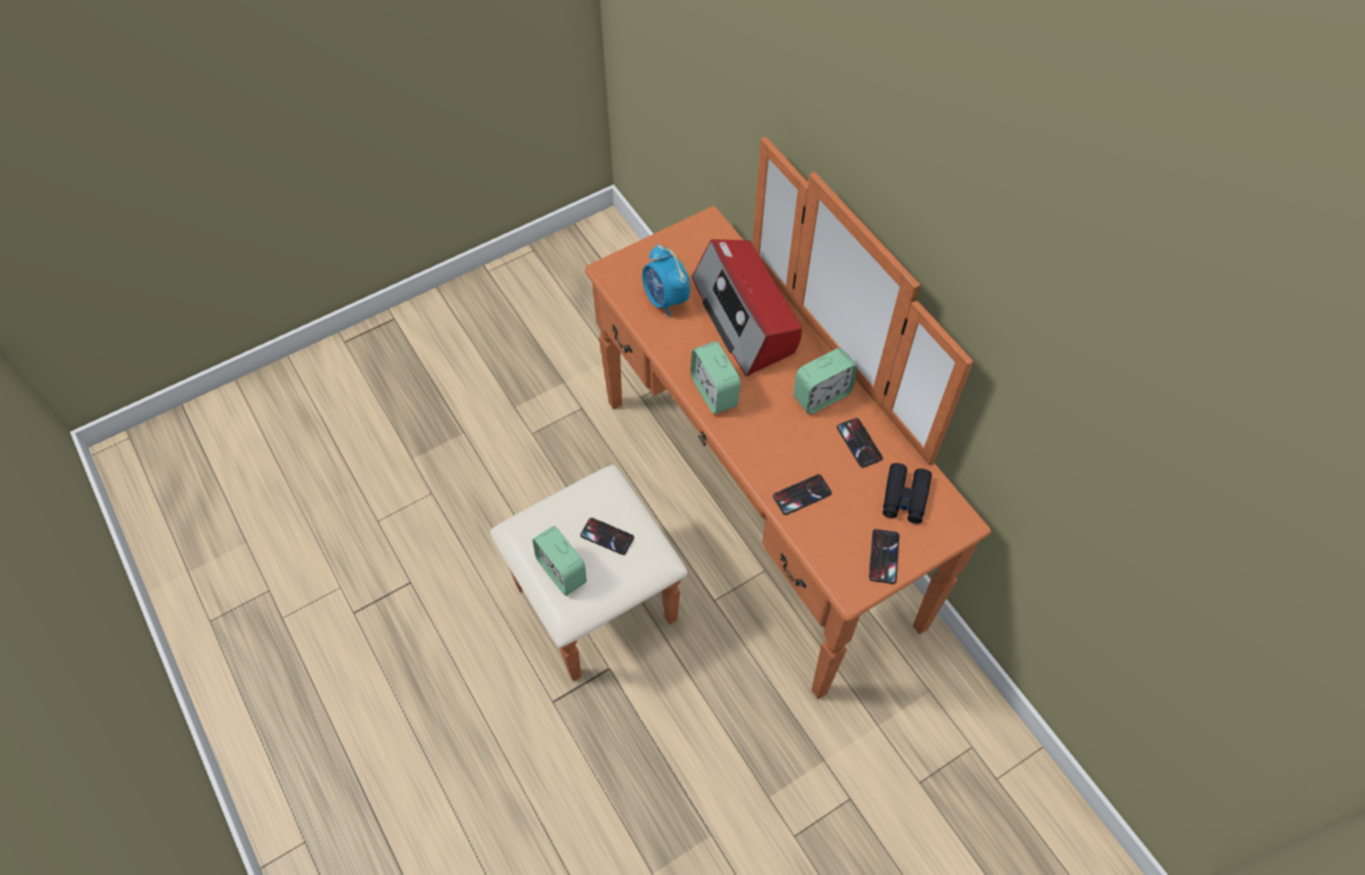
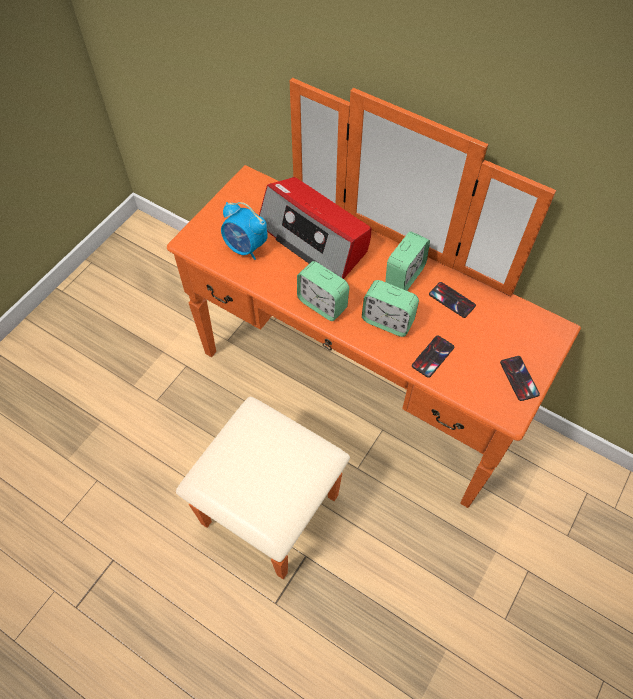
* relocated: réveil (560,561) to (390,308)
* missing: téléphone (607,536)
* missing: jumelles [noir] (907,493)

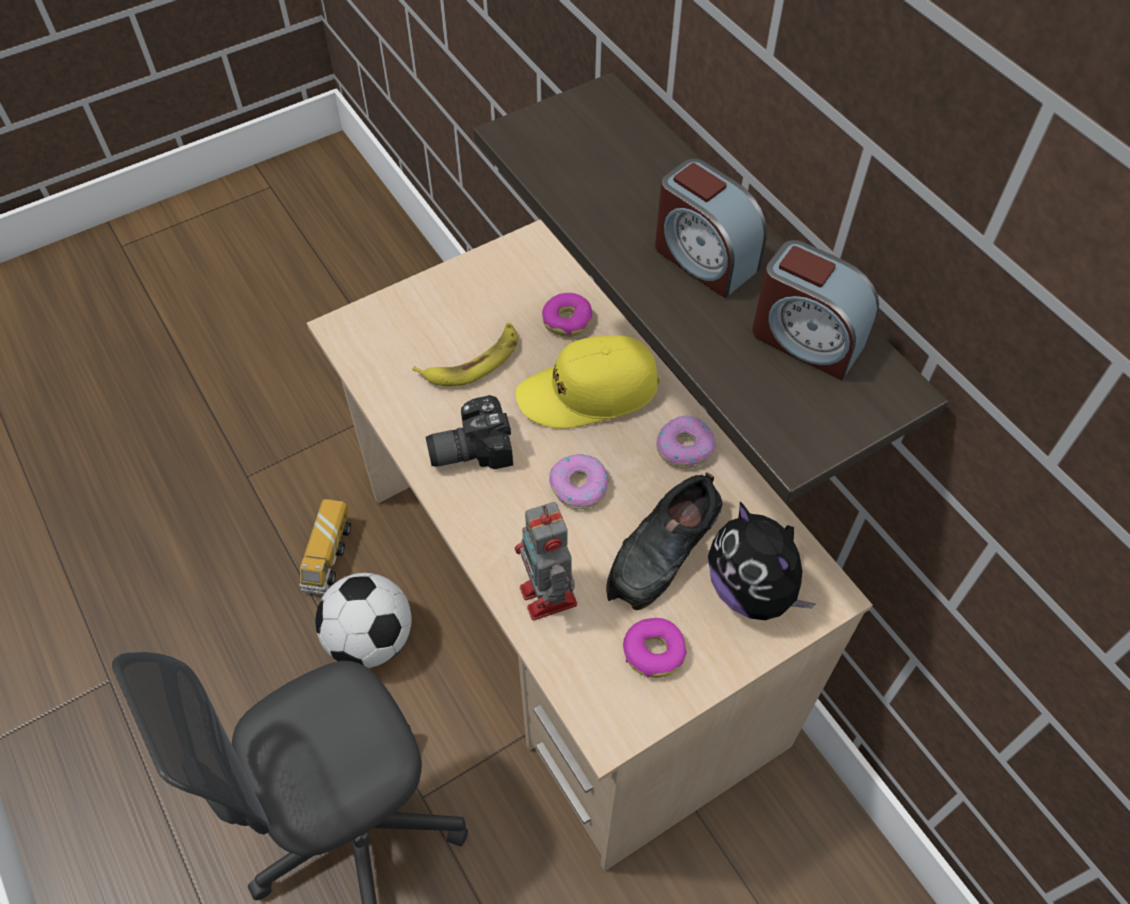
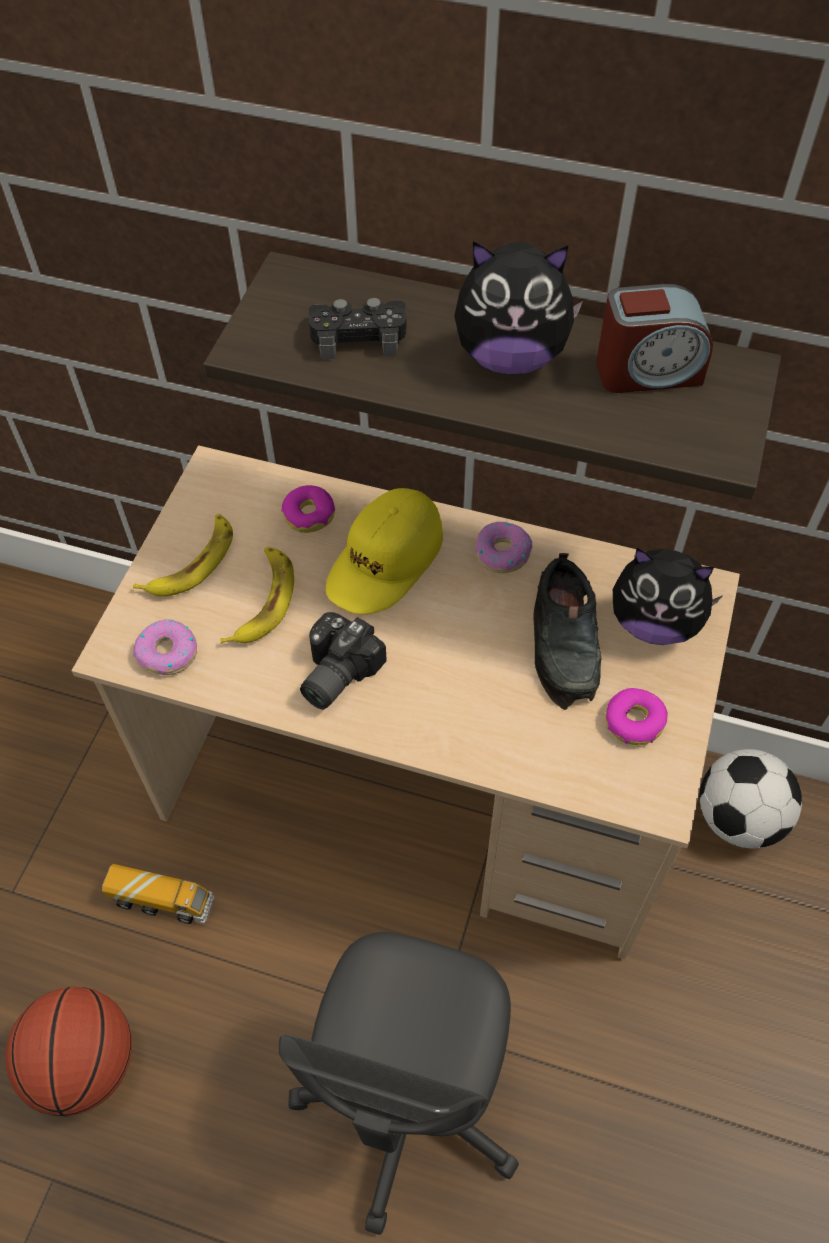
* spun: camion jouet (325,547) = (158,894) 45 degrees counterclockwise
* relocated: ballon de foot (363,620) to (751,798)
* missing: robot jouet (546,561)
* relocated: beignet (579,481) to (165,647)
* exchanged: réveil (711,228) to peluche (518,307)
* appeared: ballon de basket (68,1051)
* appeared: banane (183,555)
* appeared: manette [noir] (358,328)

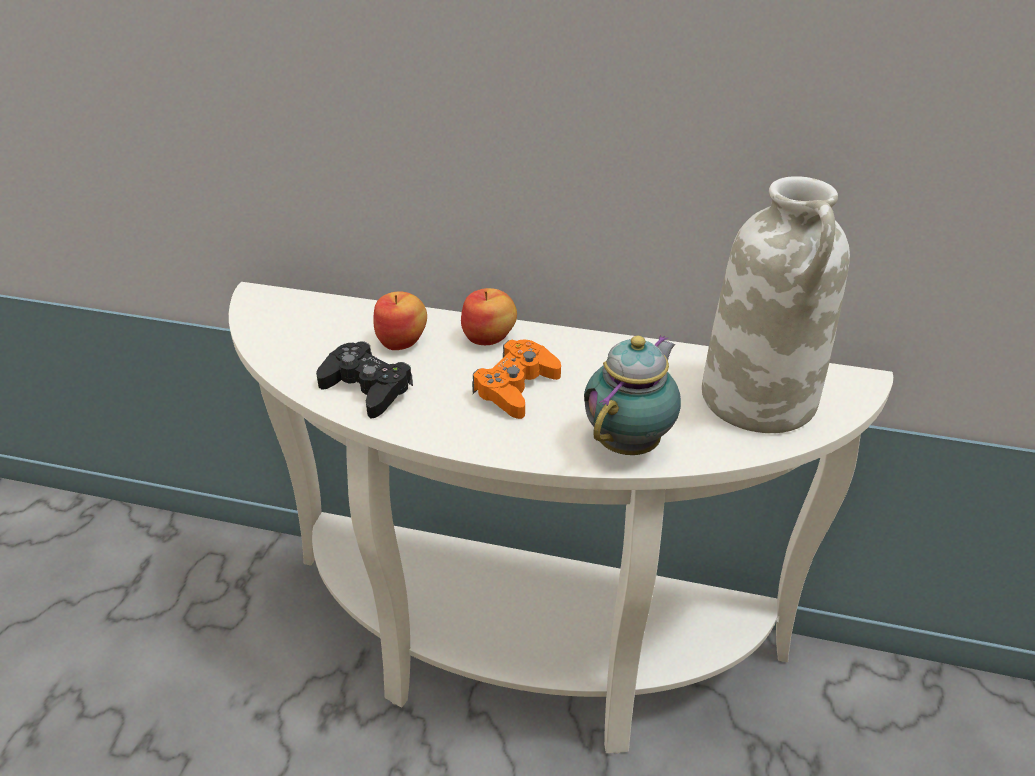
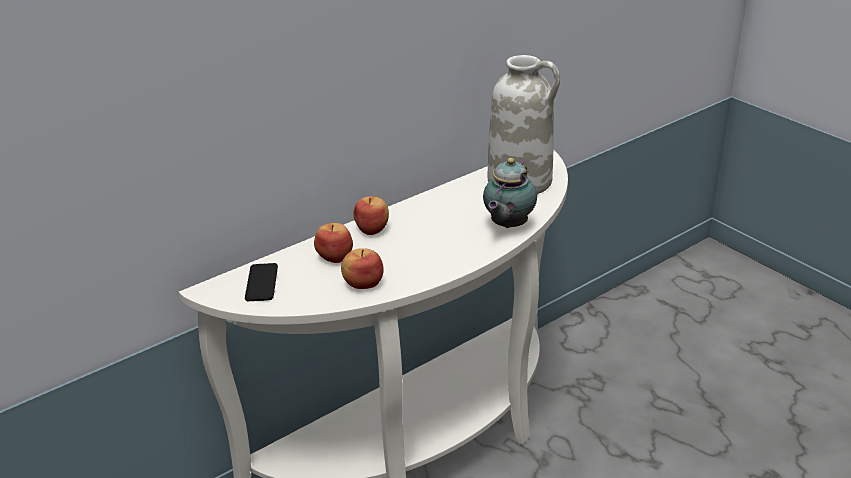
* exchanged: manette [noir] (364,379) to pomme (362,268)
* missing: manette [orange] (516,379)
* spun: théière (632,395) = (510,193) 135 degrees counterclockwise
* appeared: téléphone (261,282)

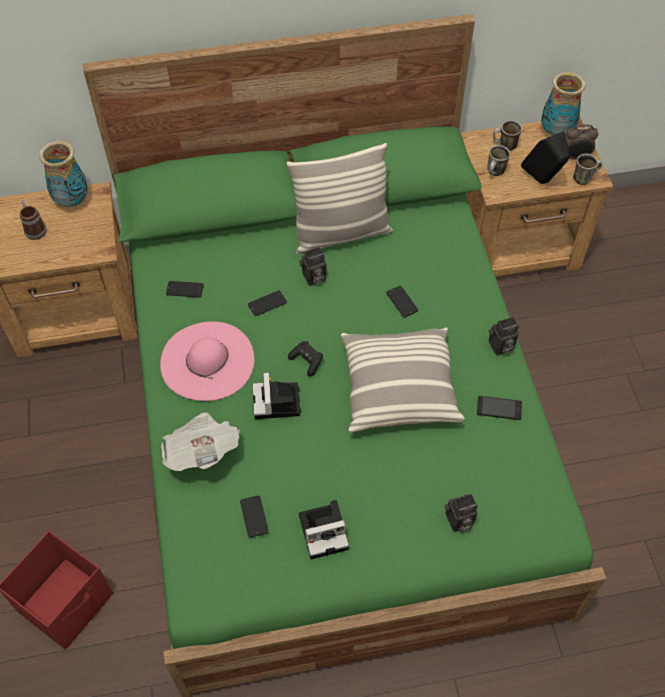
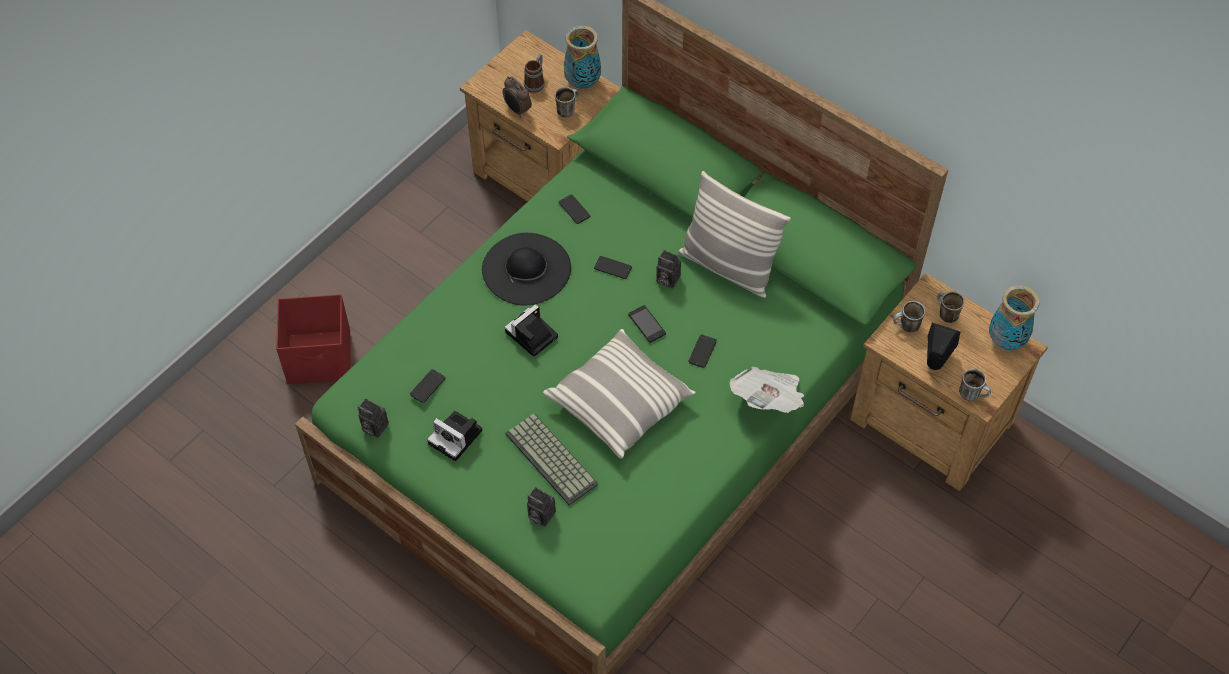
* colour: chapeau [rose] (207,361) to chapeau [noir] (526,269)
* relocated: journal (200,441) to (767,390)
* missing: manette [noir] (305,358)
* relocated: téléphone (499,408) to (647,324)
* relocated: appareil photo (504,336) to (373,418)
* relocated: réveil (582,141) to (517,97)
* appeared: clavier (551,459)
* appeared: mug (567,102)

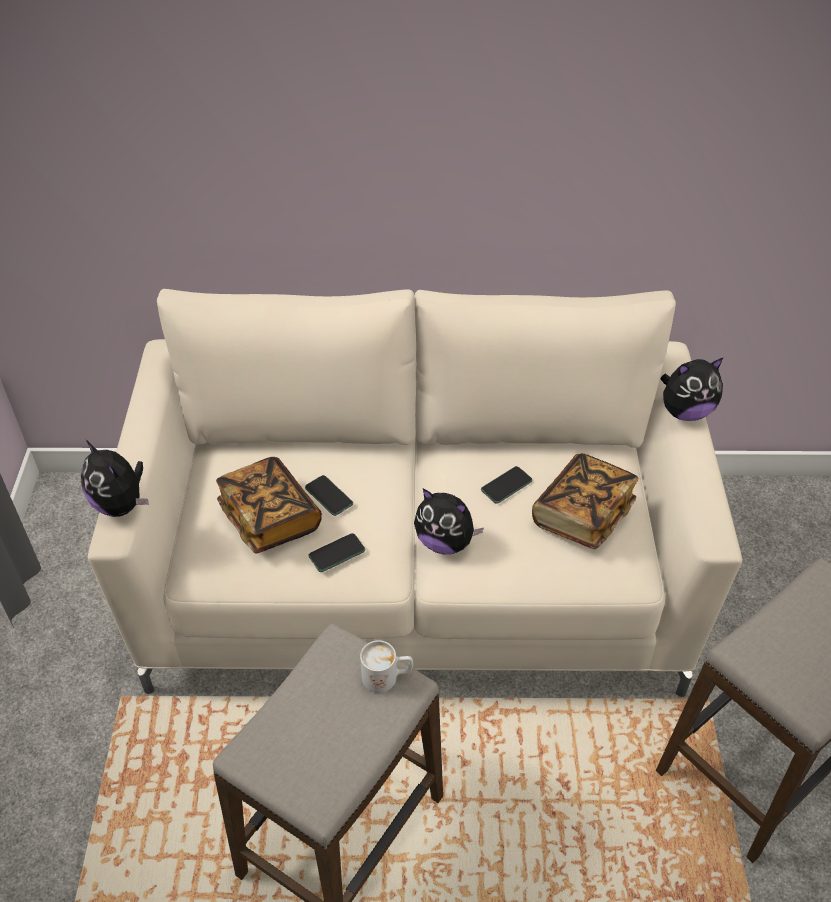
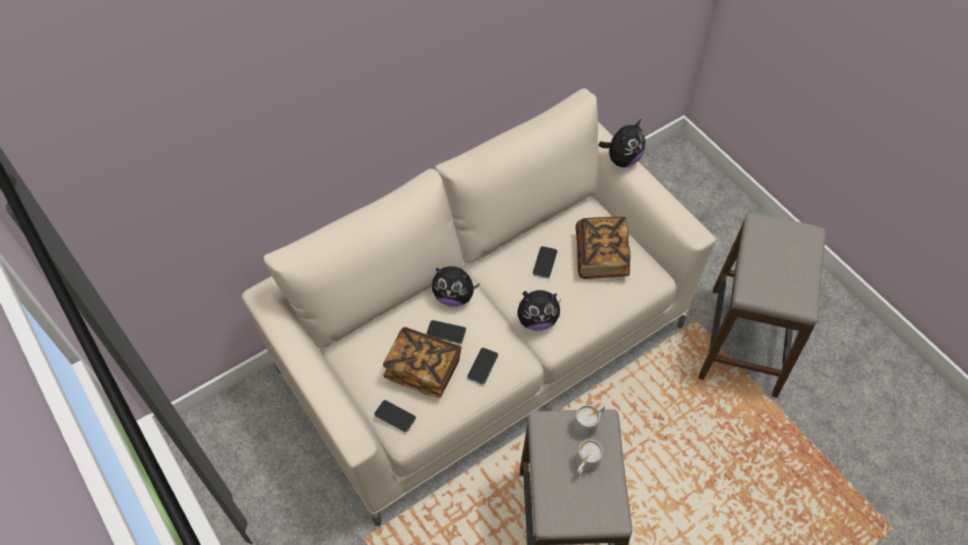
* relocated: peluche (115,478) to (456,286)
* appeared: téléphone (395,416)
* appeared: mug [blanc] (589,458)

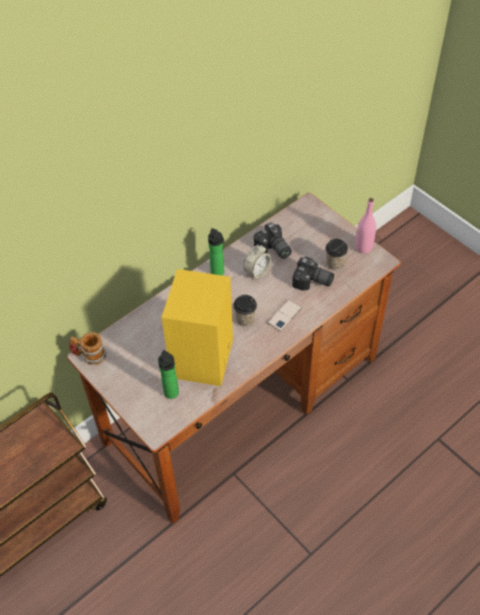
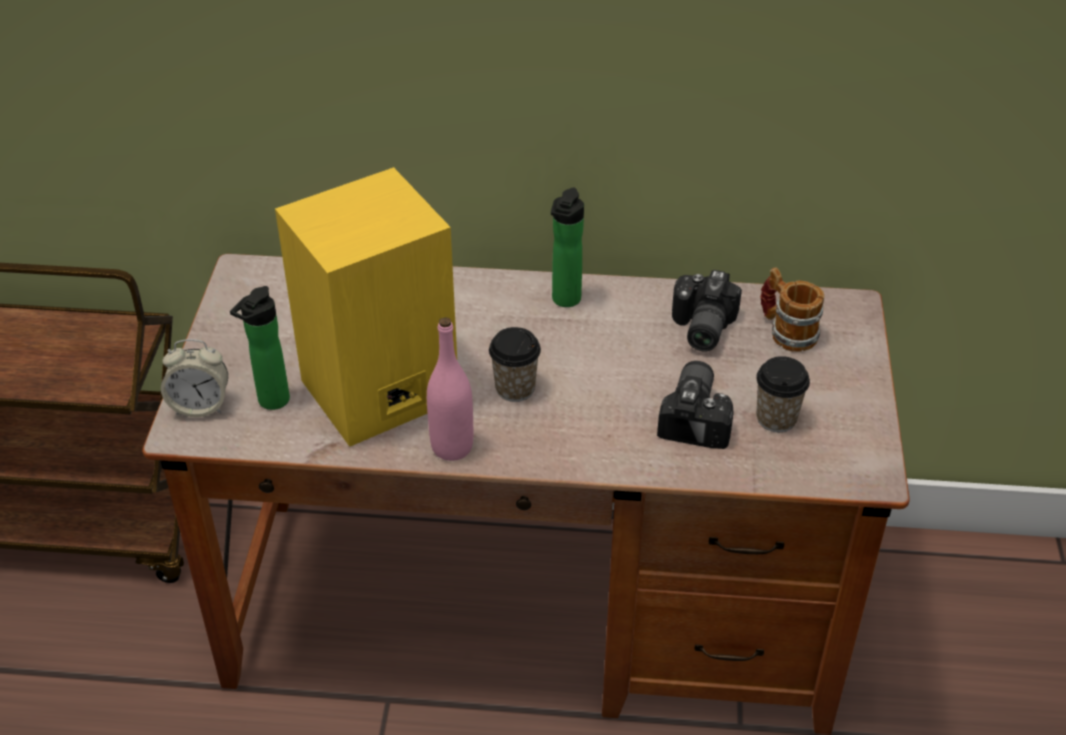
* relocated: mug (87,348) to (792,309)
* relocated: réveil (257,262) to (194,378)
* missing: téléphone (285,315)
* spun: appareil photo (313,274) = (695,405) 150 degrees counterclockwise
* relocated: bouteille [rose] (365,226) to (450,389)

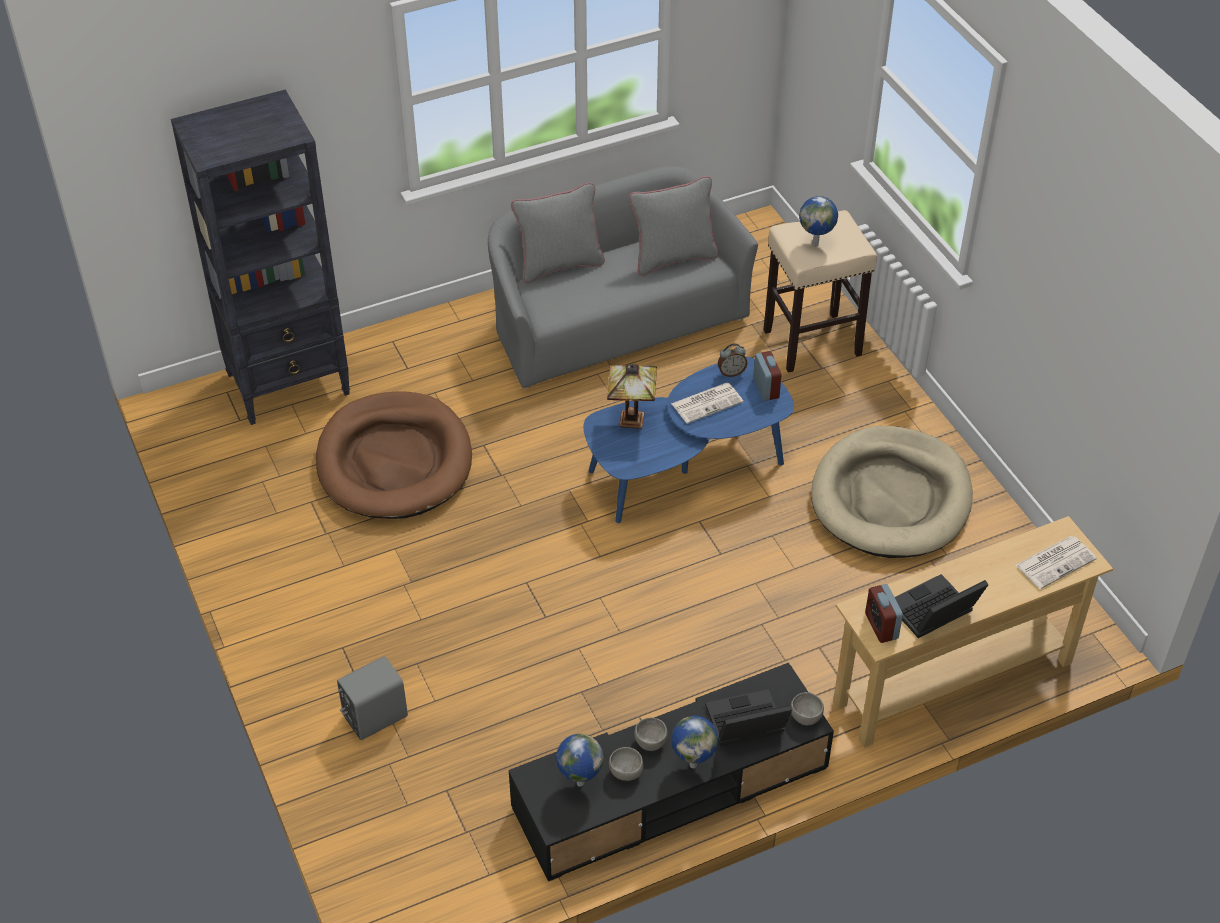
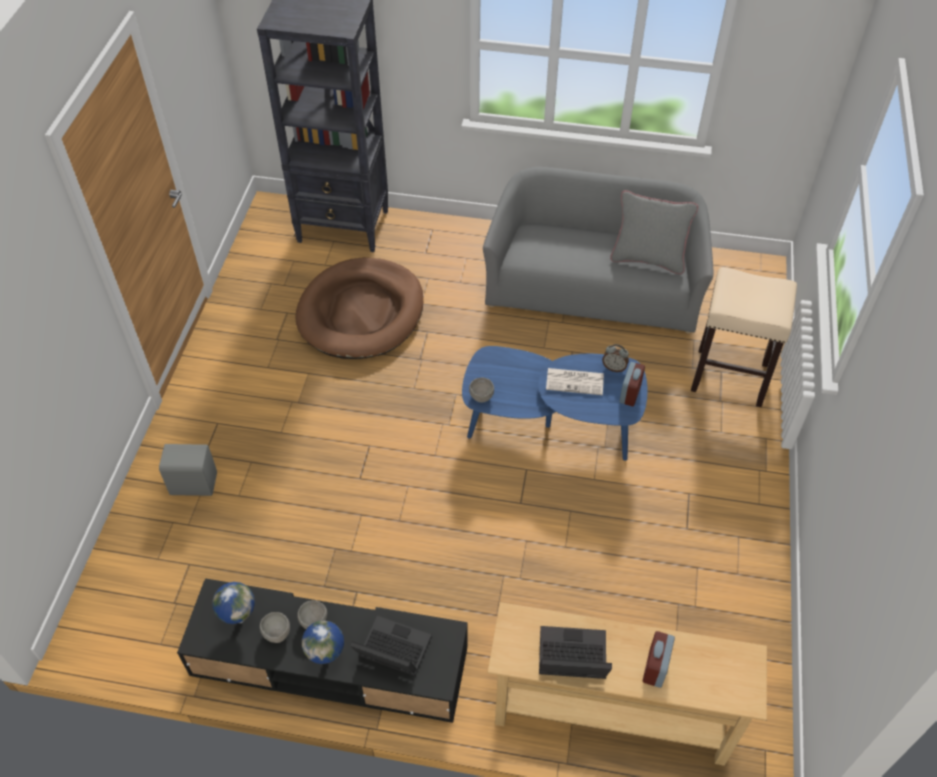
* missing: coussin [gris] (558,233)
* missing: lampe de table (632,396)
* relocated: bol [gris] (807,708) to (481,390)
* missing: globe (818,221)
* missing: panier pour chien [beige] (892,492)
* relocated: réveil (884,613) to (658,659)
* missing: journal (1056,562)

